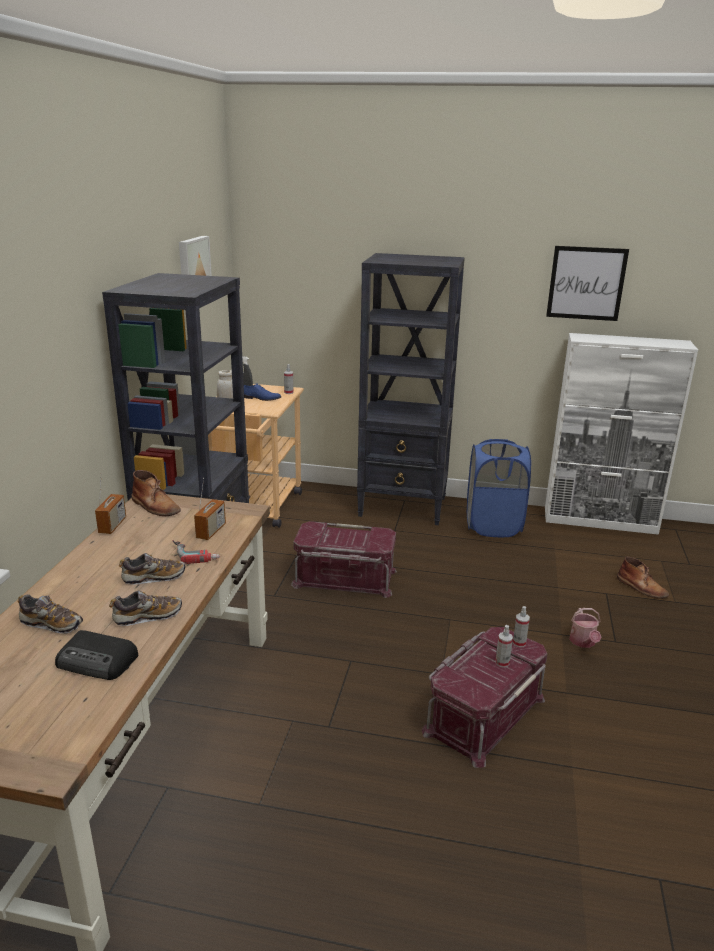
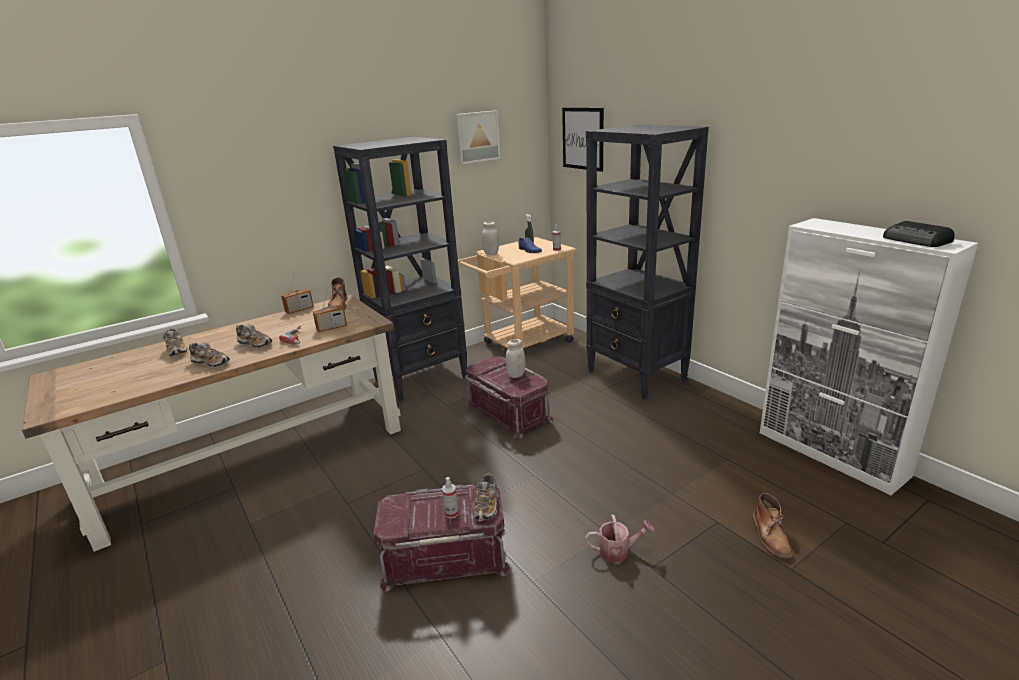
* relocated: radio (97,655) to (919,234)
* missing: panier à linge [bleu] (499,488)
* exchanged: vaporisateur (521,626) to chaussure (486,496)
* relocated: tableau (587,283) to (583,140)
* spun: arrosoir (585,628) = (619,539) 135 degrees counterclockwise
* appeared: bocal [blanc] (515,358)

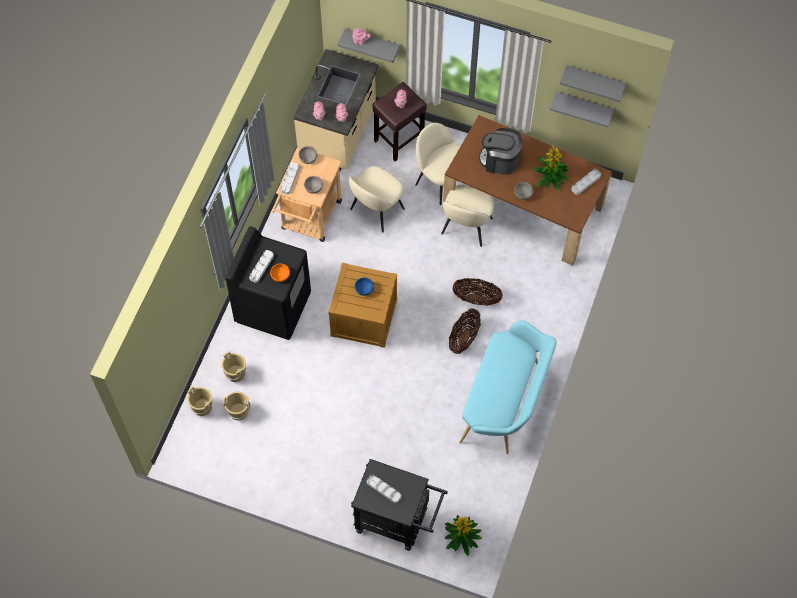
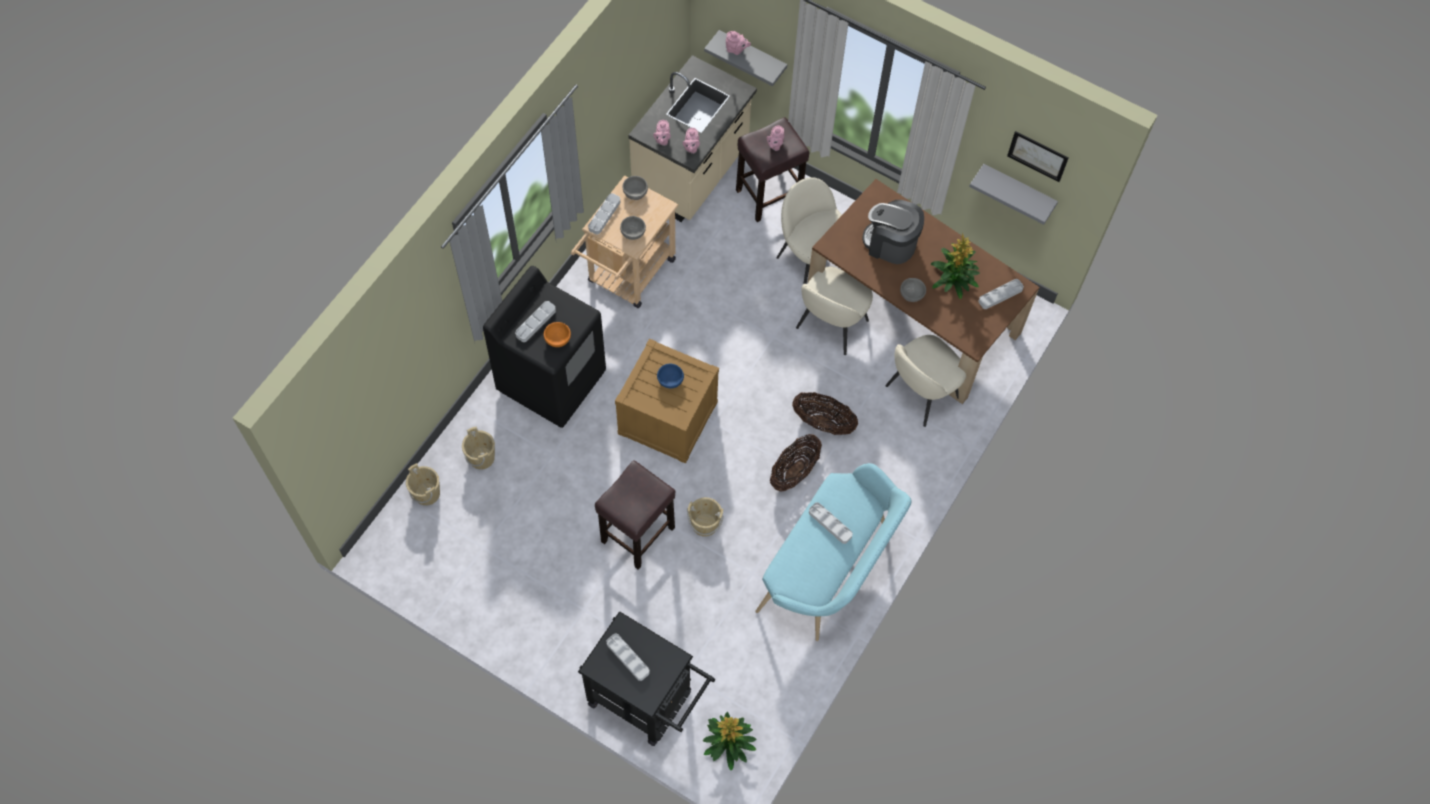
* relocated: seau [beige] (236,405) to (705,517)
* relocated: chaise [beige] (377,199) to (925,381)
* exchanged: étagère [gris] (593,83) to tableau (1038,156)
* appeared: tabouret [marron] (635,515)
* appeared: plateau [gris] (831,523)

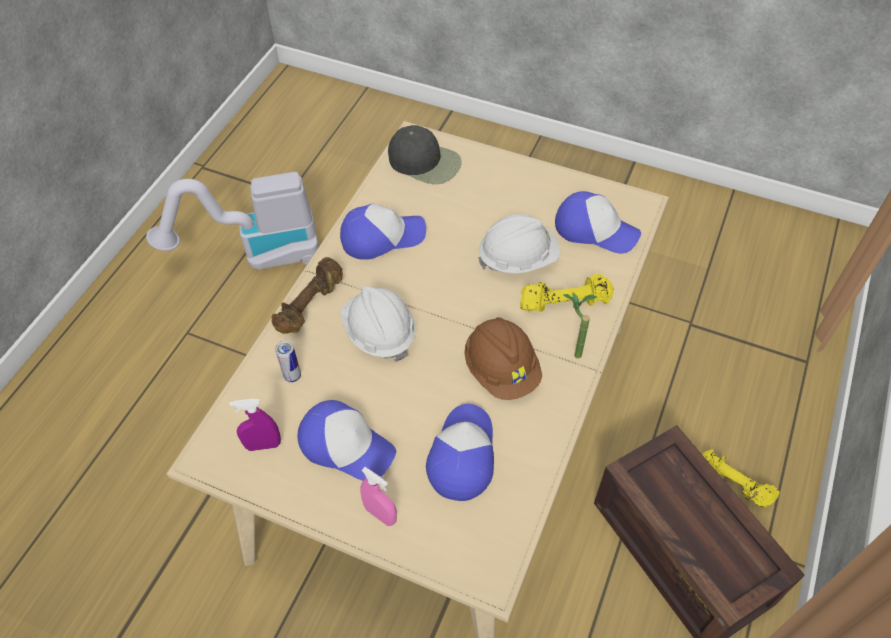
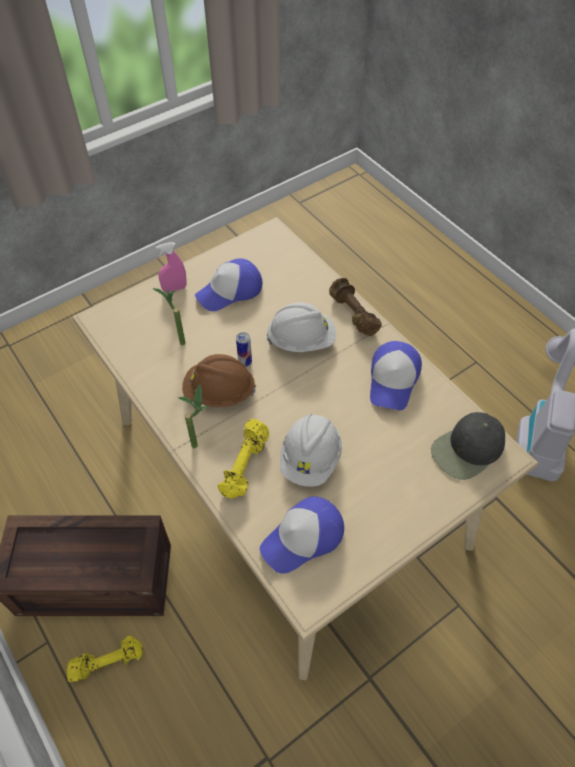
* missing: vaporisateur [violet] (255,425)
* relocated: boîte métallique (288,362) to (244,349)
* exchanged: casquette (460,452) to plante en pot (168,316)

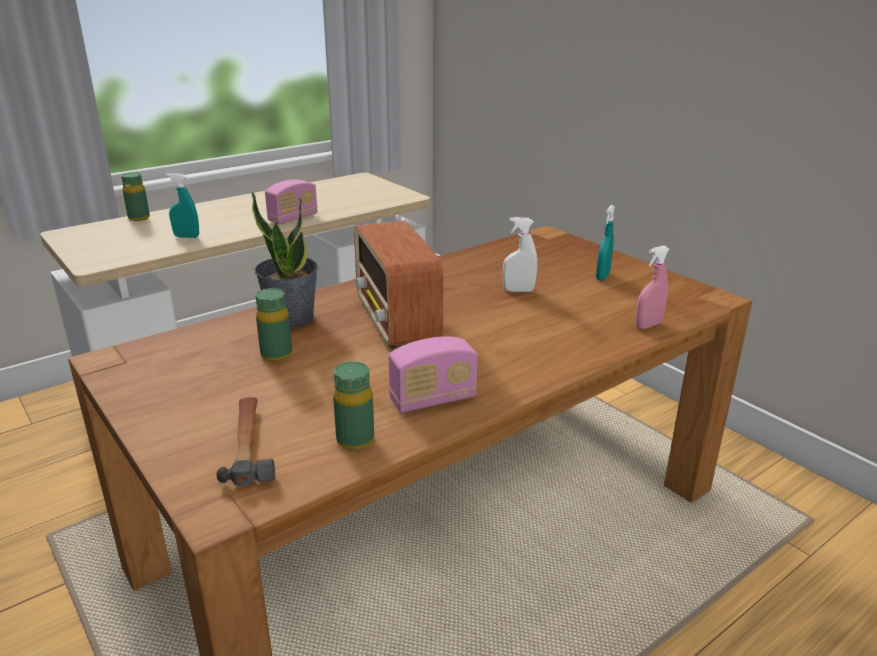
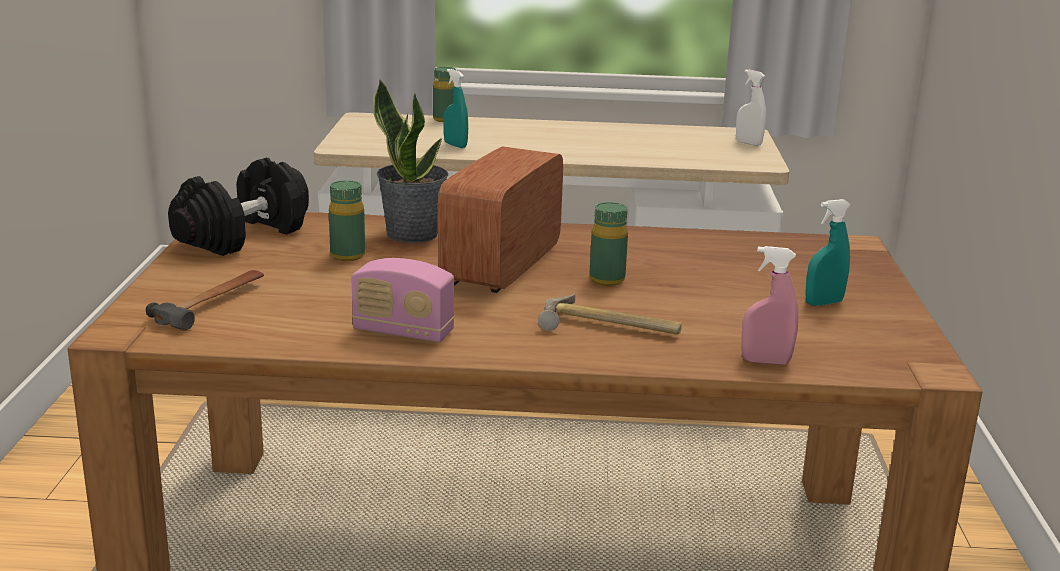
* missing: radio (291,201)
* relocated: bouteille [vert] (353,406) to (608,244)
* relocated: vaporisateur [blanc] (520,254) to (751,107)
* appeared: haltère [noir] (238,207)
* appeared: marteau (610,314)

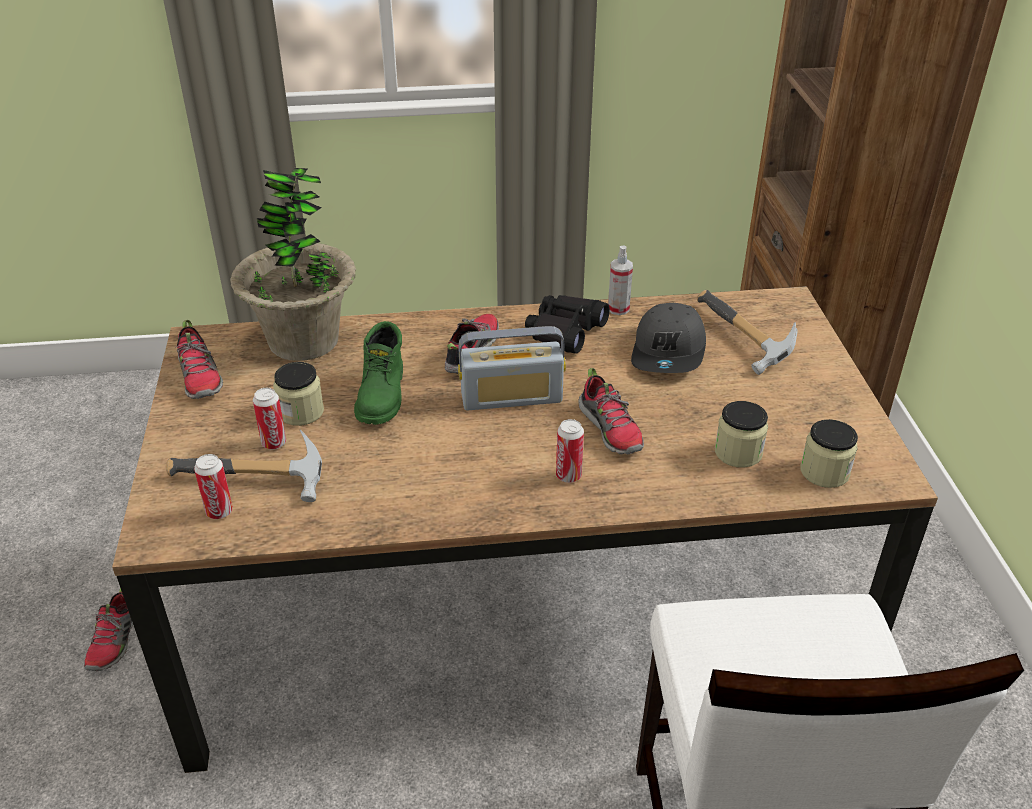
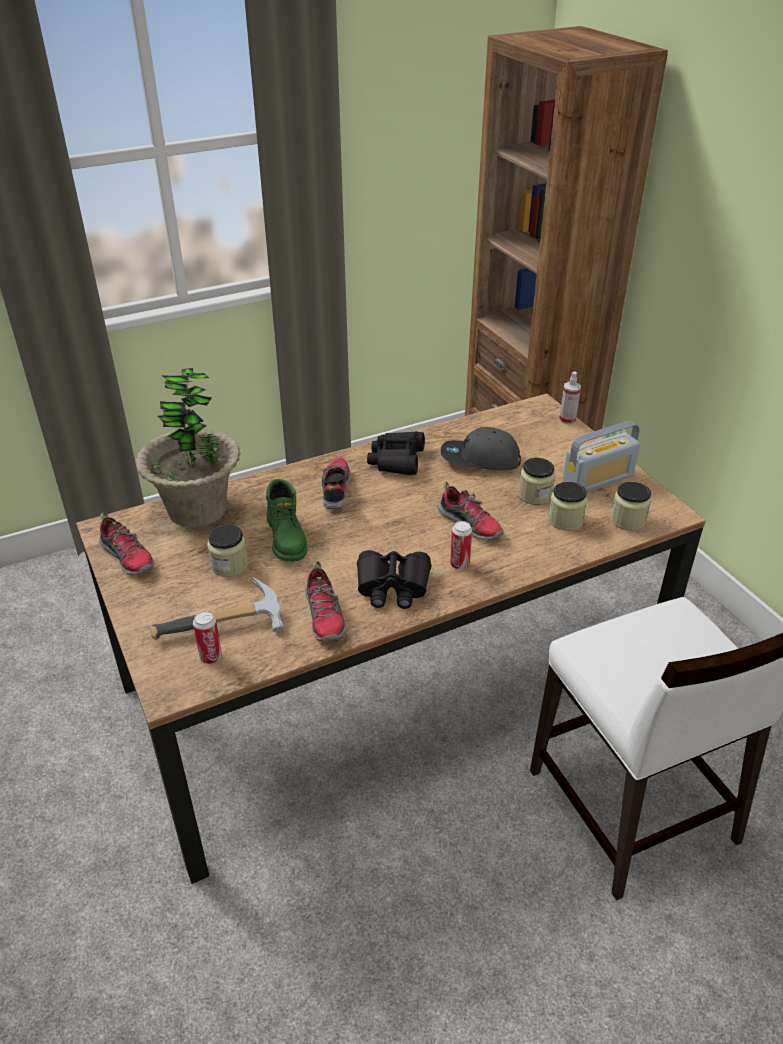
* relocated: chaussure (108,629) to (325,601)
* missing: boîte métallique (269,419)
* relocated: radio (512,368) to (601,456)
* relocated: vaporisateur (620,280) to (570,397)
* spun: casquette [gris] (668,338) = (481,448) 105 degrees clockwise
* missing: marteau (747,332)
* appeared: jumelles [noir] (394,579)
* appeared: bocal (536,481)

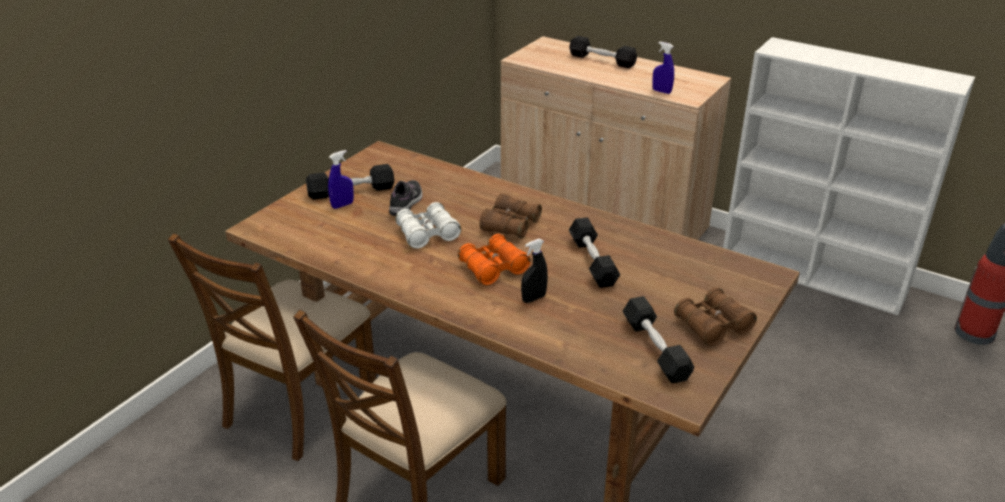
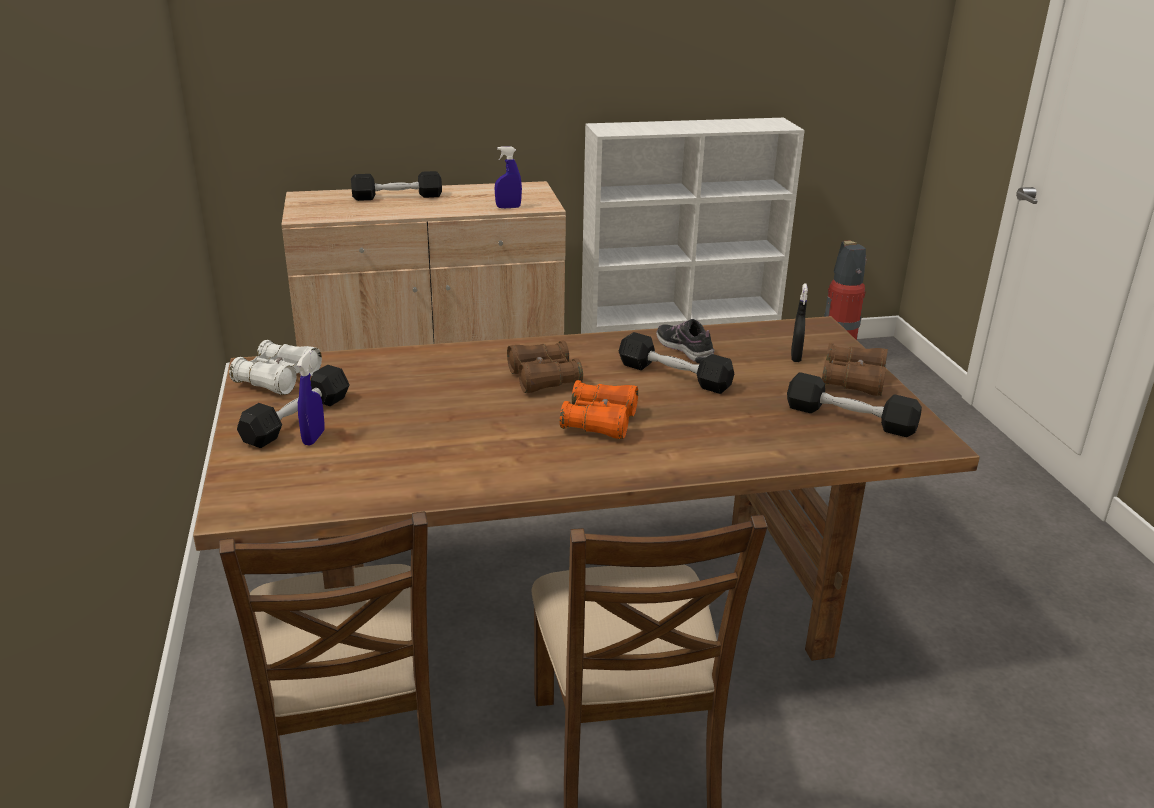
* relocated: chaussure (406,198) to (685,341)
* relocated: jumelles [blanc] (428,225) to (275,367)
* relocated: vaporisateur [noir] (534,271) to (799,322)

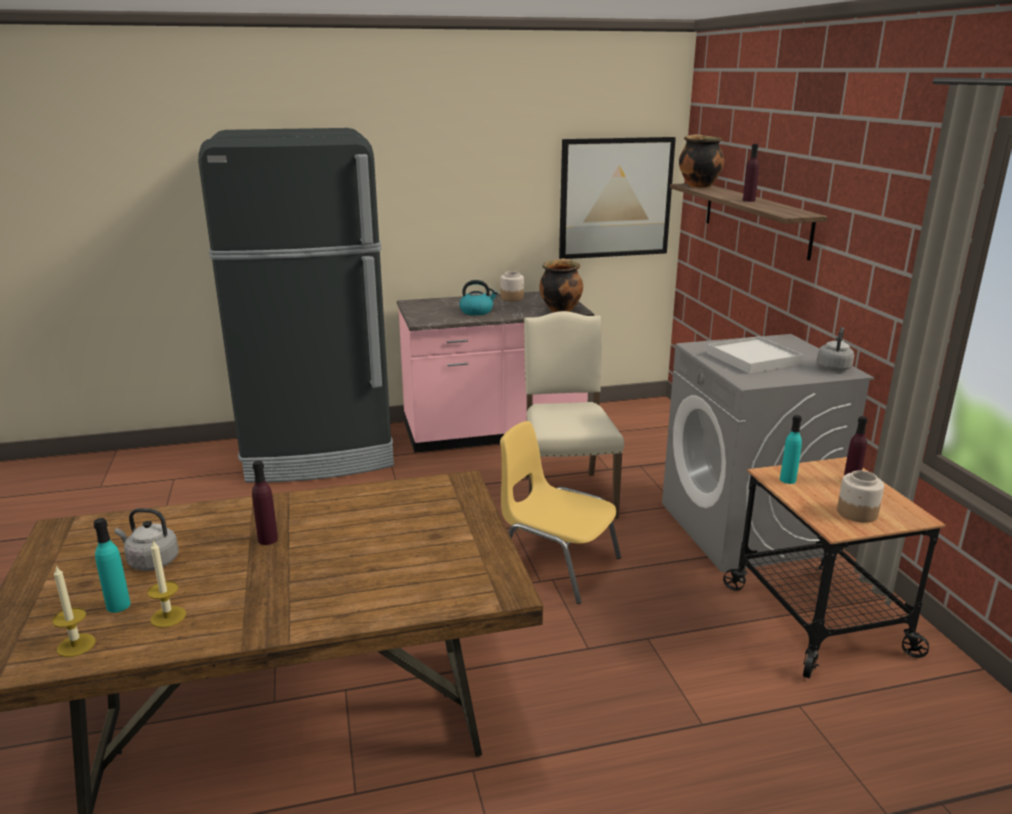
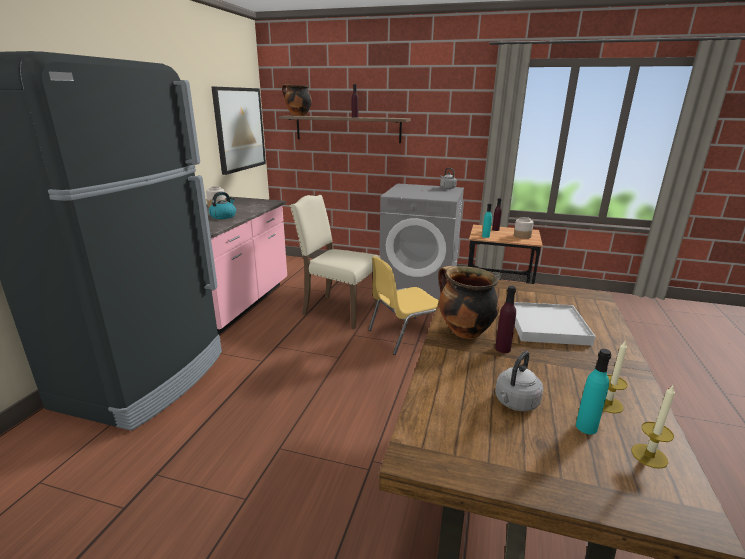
* relocated: marmite (561,285) to (469,302)
* relocated: plateau [blanc] (755,355) to (554,324)

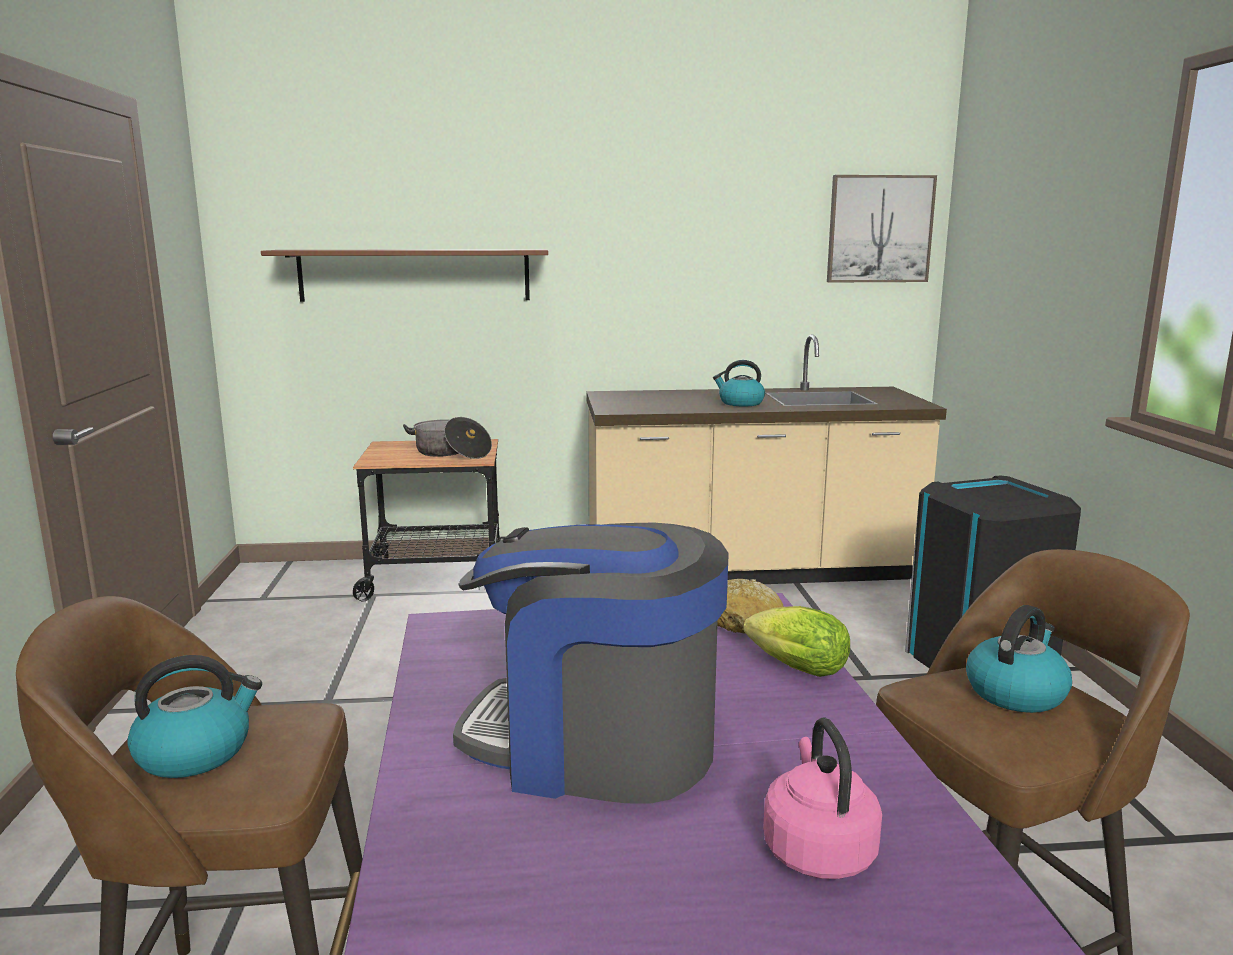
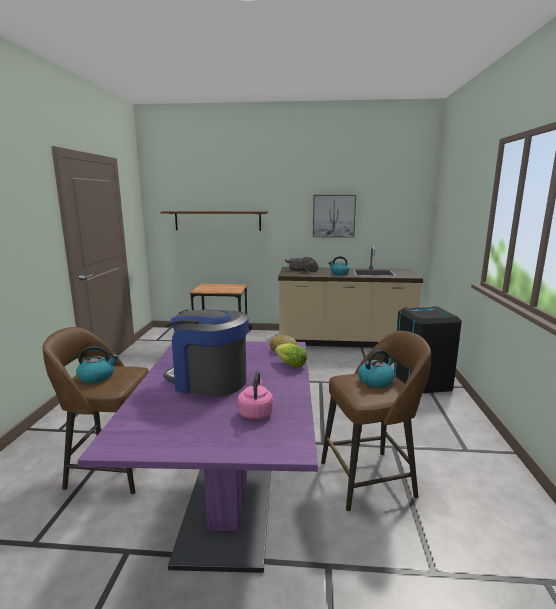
* relocated: marmite (447,438) to (302,265)
* relocated: tableau (882,228) to (334,216)

